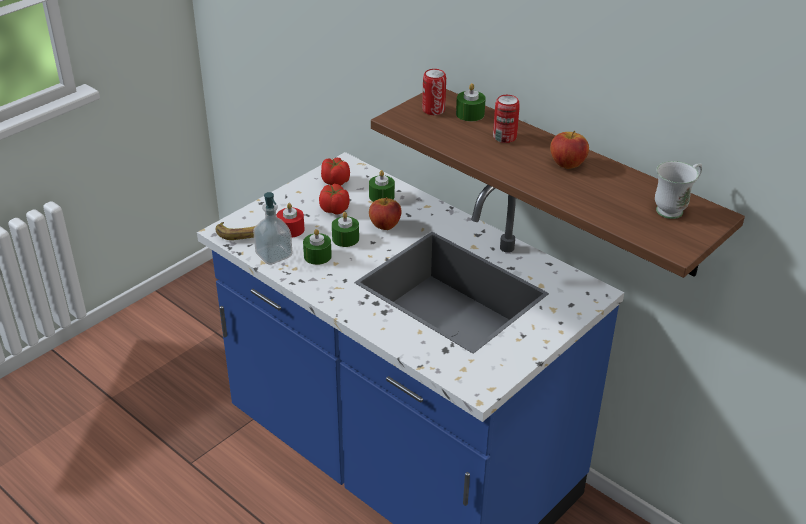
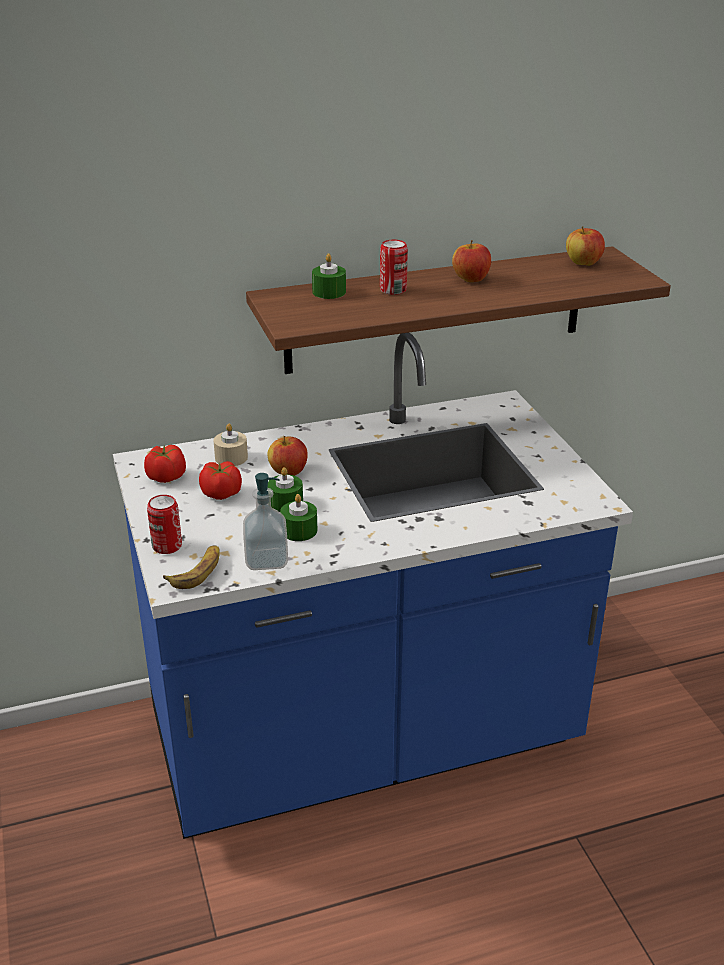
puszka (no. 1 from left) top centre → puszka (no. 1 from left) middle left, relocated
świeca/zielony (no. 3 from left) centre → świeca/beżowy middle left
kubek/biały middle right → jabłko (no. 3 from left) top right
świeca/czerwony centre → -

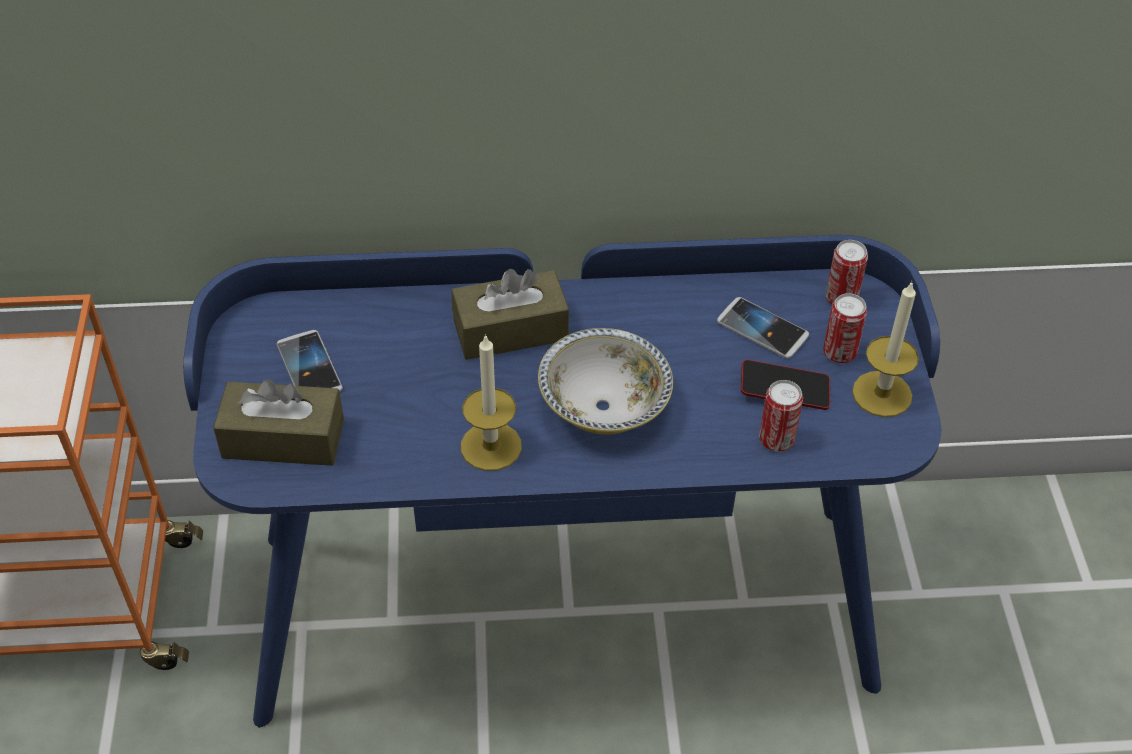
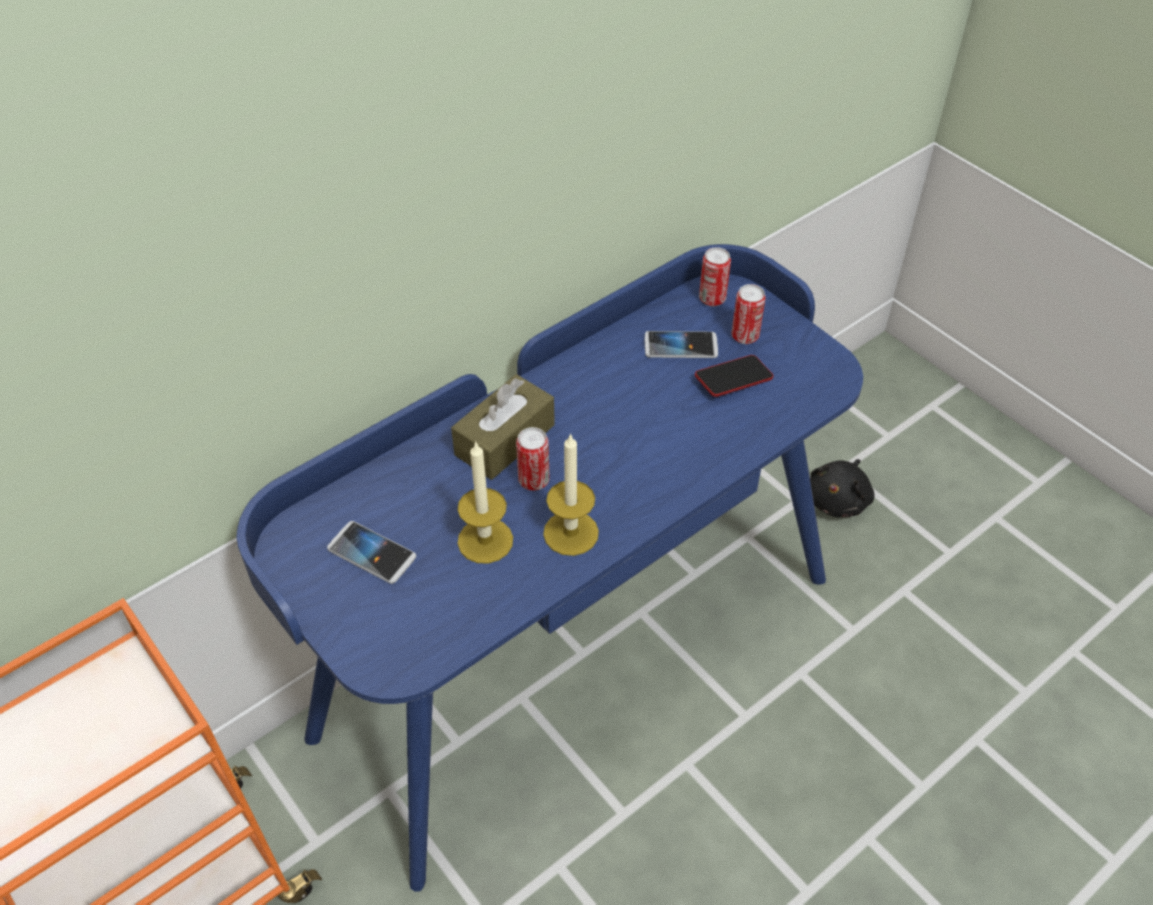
świeca (no. 2 from left in the first image) middle right → świeca (no. 1 from left) centre, relocated
puszka (no. 1 from left) middle right → puszka (no. 1 from left) centre, relocated
- → pluszak/czarny middle right
pudełko chusteczek/brązowy (no. 1 from left) middle left → -
miska centre → -

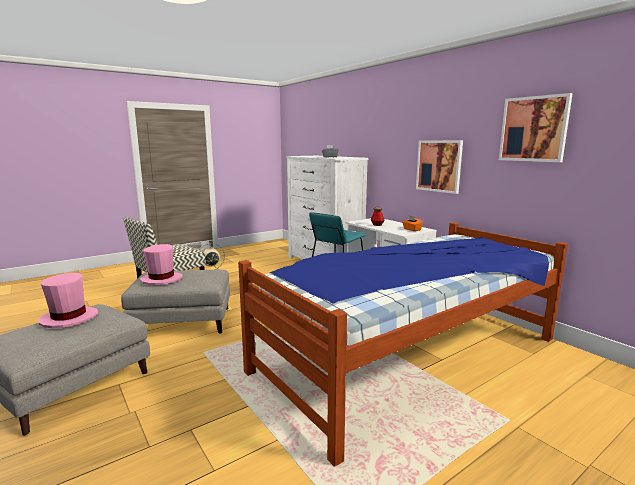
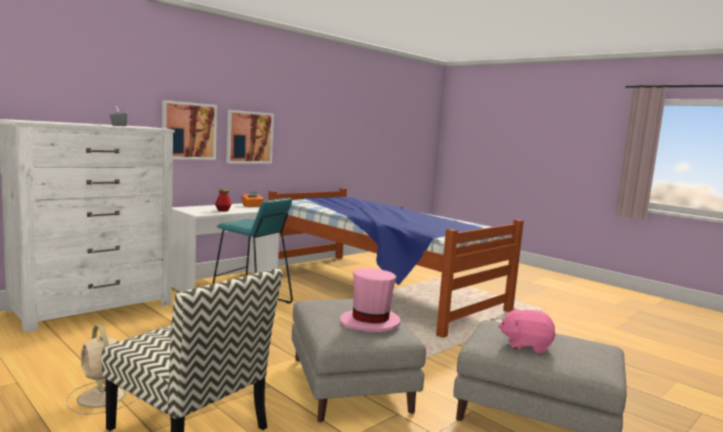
obraz (no. 2 from left in the first image) top right → obraz (no. 1 from left) top left, relocated
kapelusz/różowy (no. 1 from left) middle left → pluszak/różowy bottom right

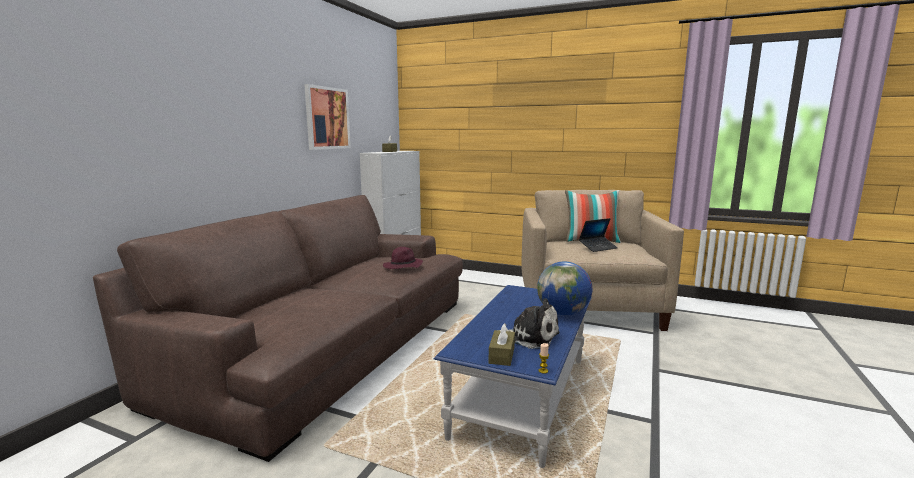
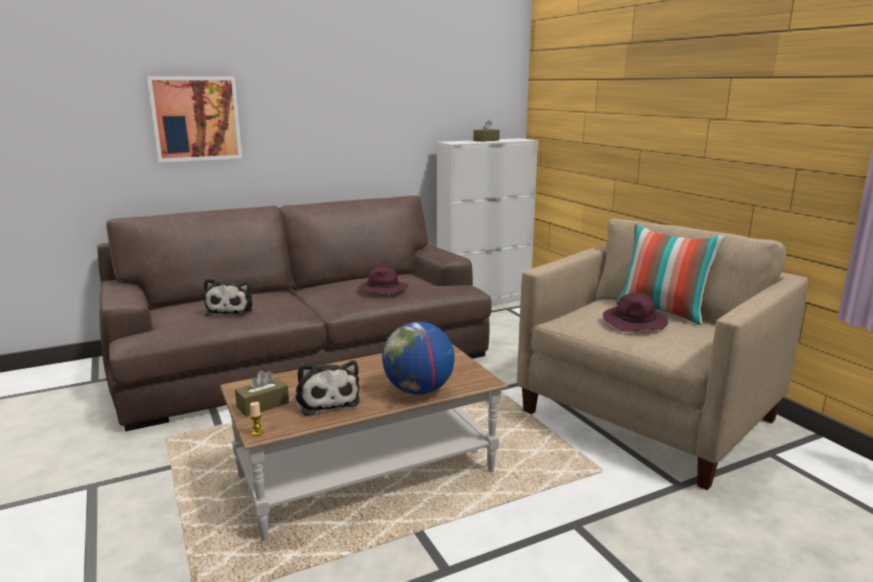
obraz top centre → obraz top left, relocated
- → pluszak (no. 1 from left) middle left
ława/niebieski bottom centre → ława/brązowy bottom centre
laptop centre → kapelusz/fioletowy (no. 2 from left) middle right

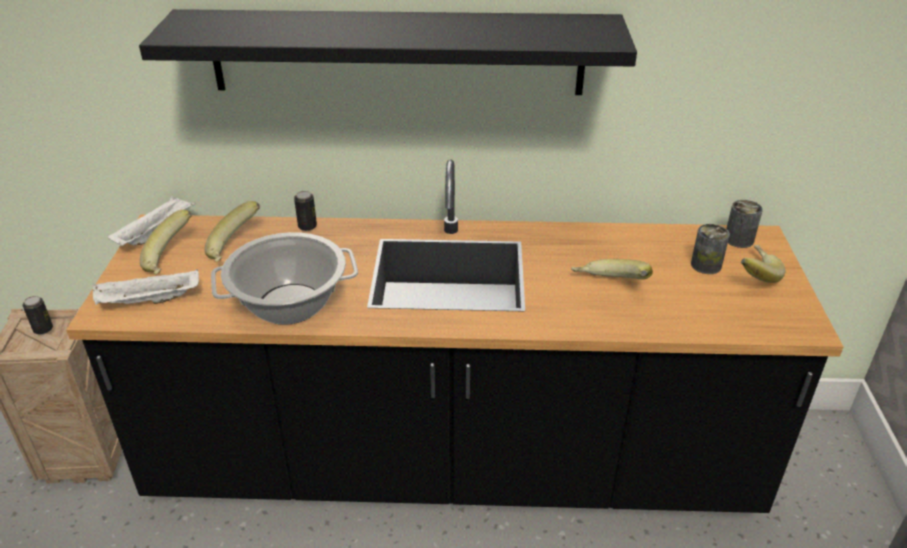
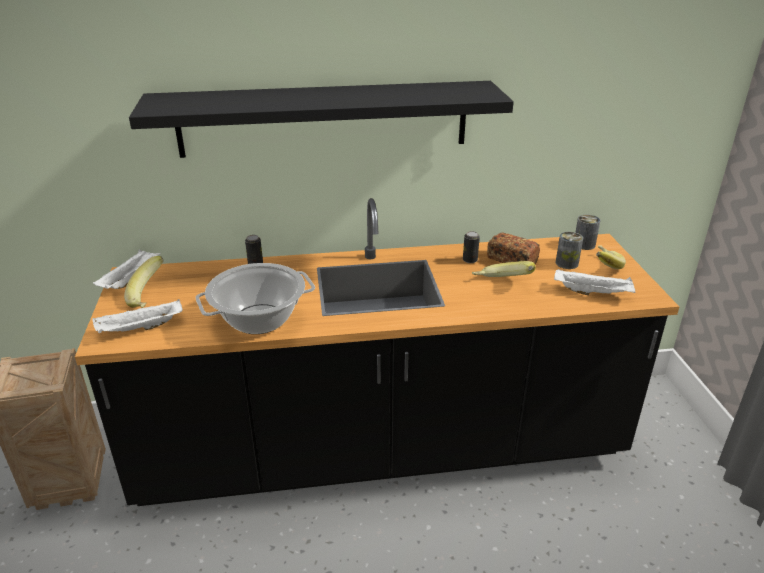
puszka (no. 1 from left in the first image) middle left → puszka (no. 2 from left) centre, relocated
- → chleb middle right
- → taca/biały (no. 3 from left) middle right
banan (no. 2 from left) middle left → -

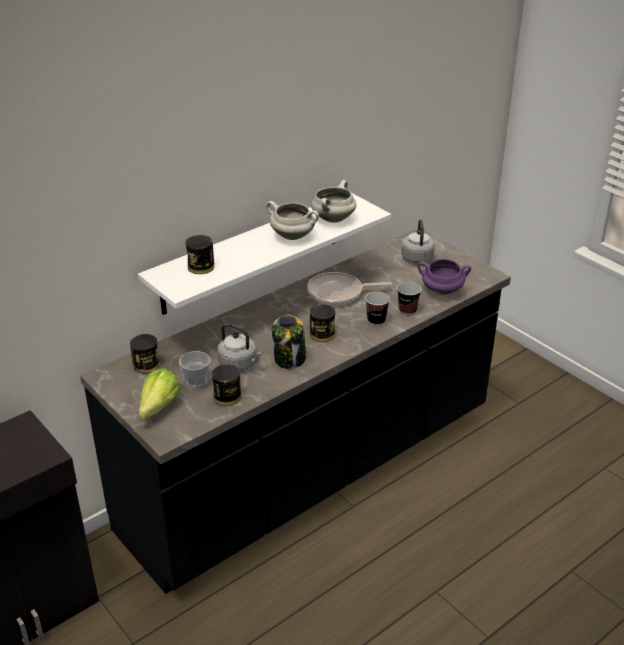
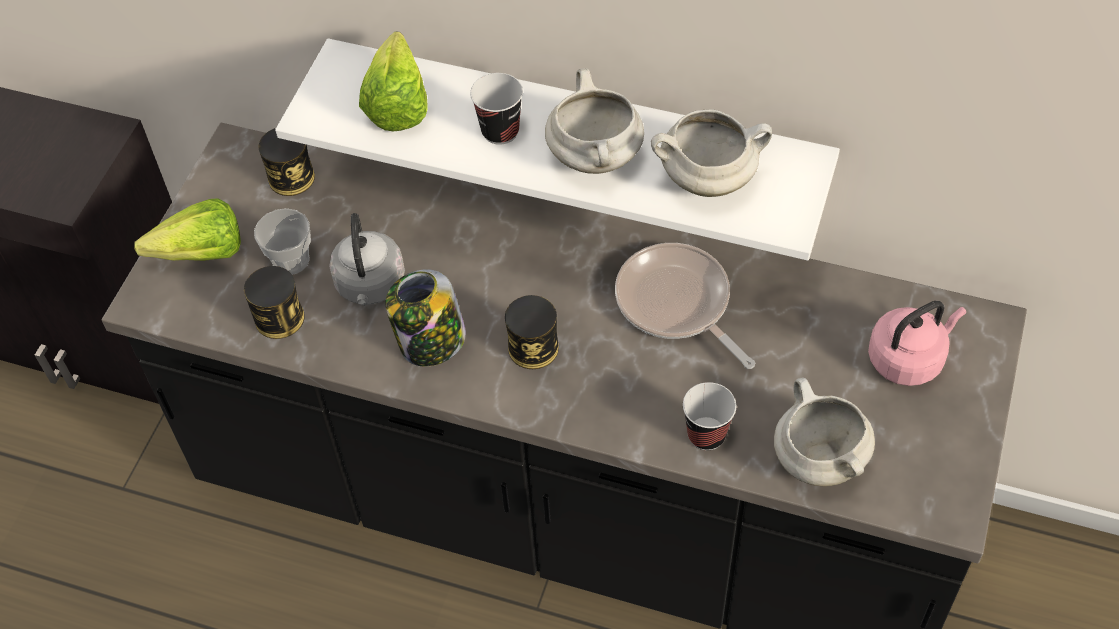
puszka (no. 2 from left) middle left → sałata (no. 2 from left) top centre
filiżanka (no. 2 from left) centre → filiżanka (no. 2 from left) top centre, relocated
garnek/fioletowy middle right → garnek/biały (no. 3 from left) bottom right
czajnik/szary (no. 2 from left) middle right → czajnik/różowy middle right

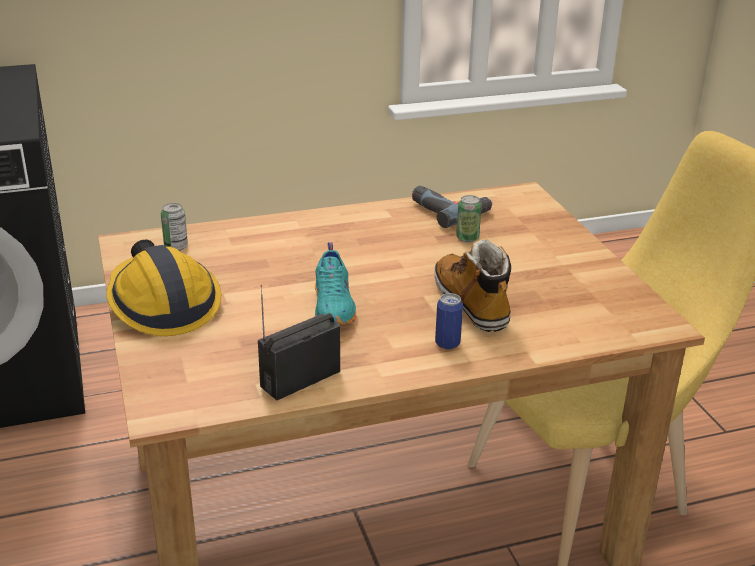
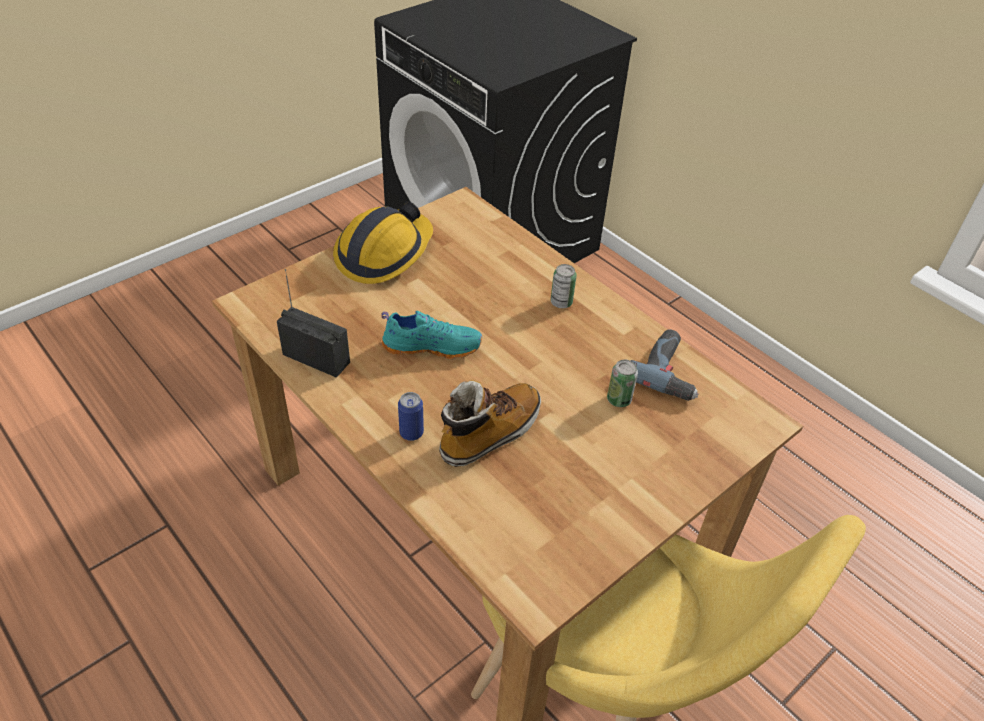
but/turkusowy centre, 150 degrees counterclockwise
puszka (no. 1 from left in the first image) middle left → puszka (no. 2 from left) centre, relocated

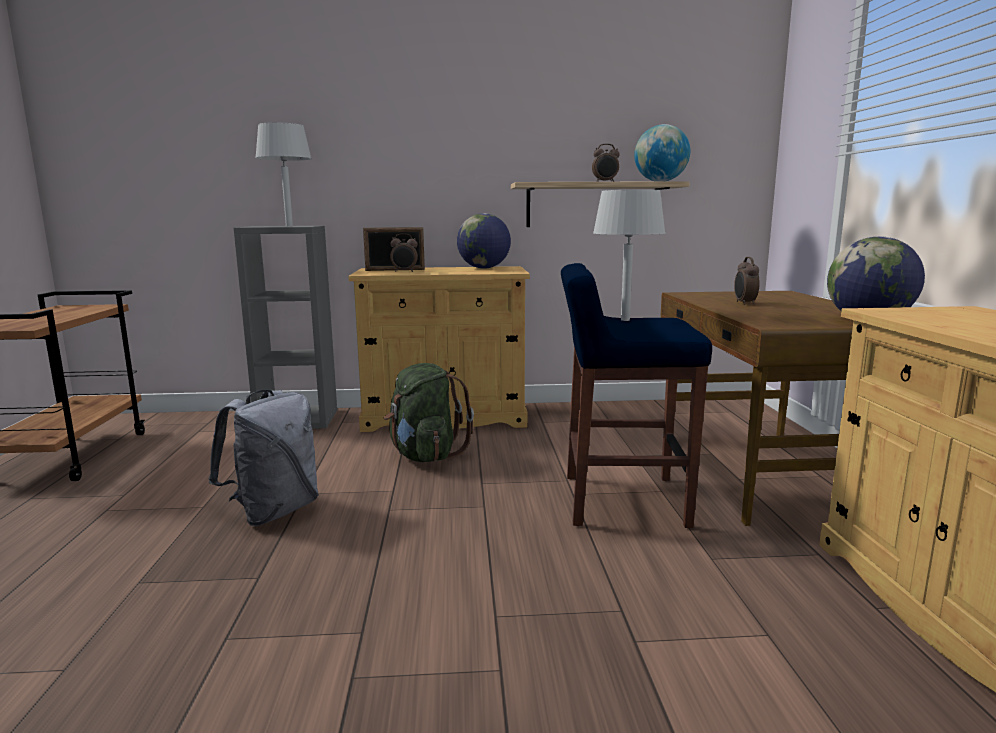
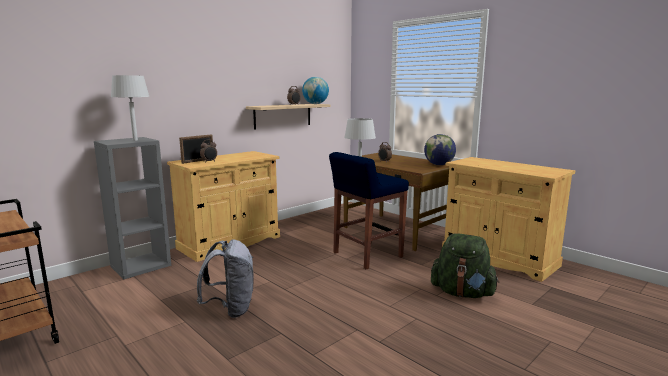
plecak/zielony centre → plecak/zielony bottom right, relocated
globus (no. 1 from left) top centre → -

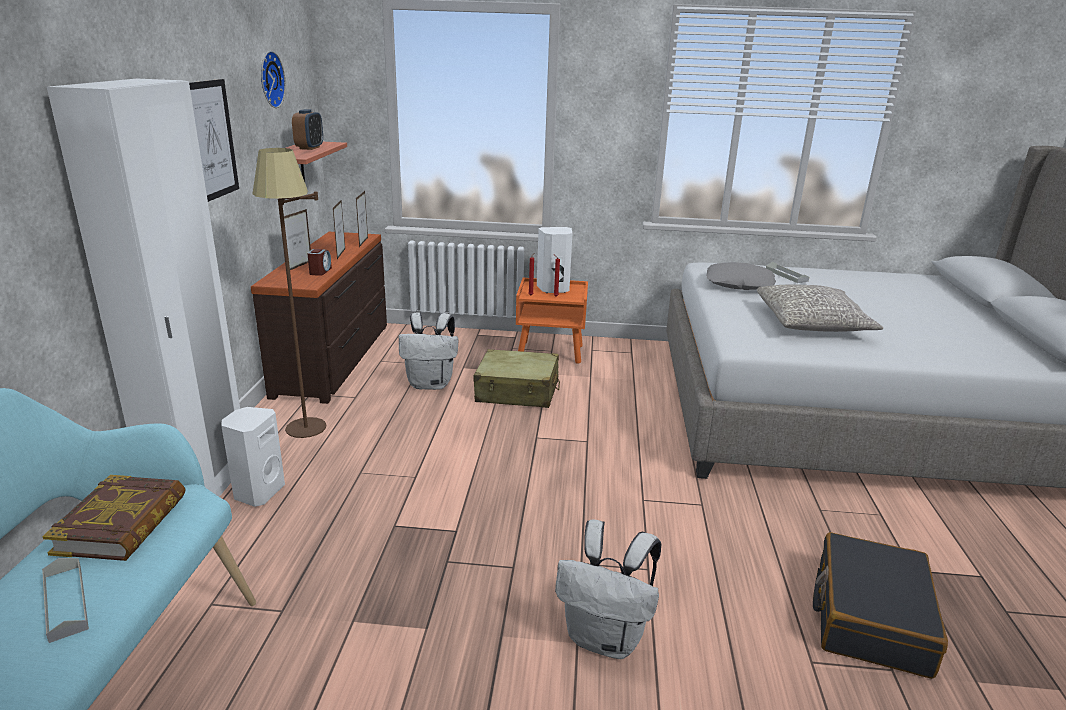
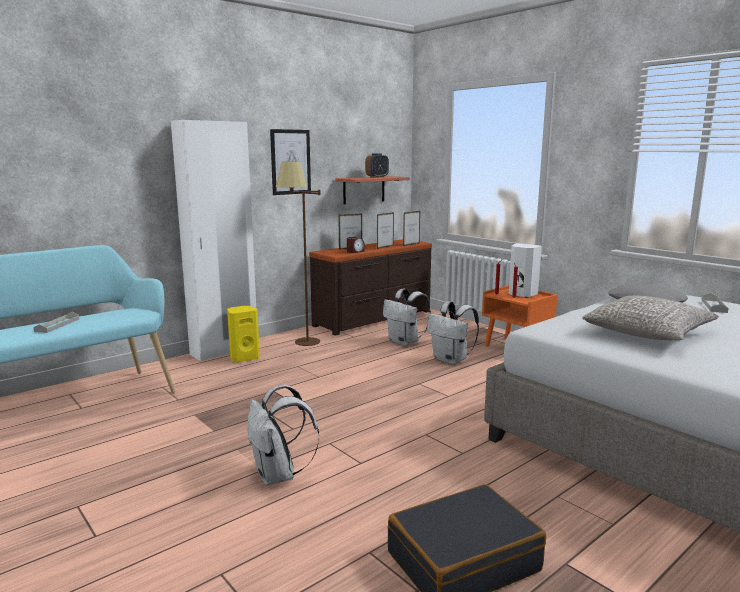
głośnik/biały (no. 1 from left) middle left → głośnik/żółty middle left
walizka/beżowy centre → plecak/biały (no. 3 from left) centre
książka bottom left → -
zegar ścienny top left → -

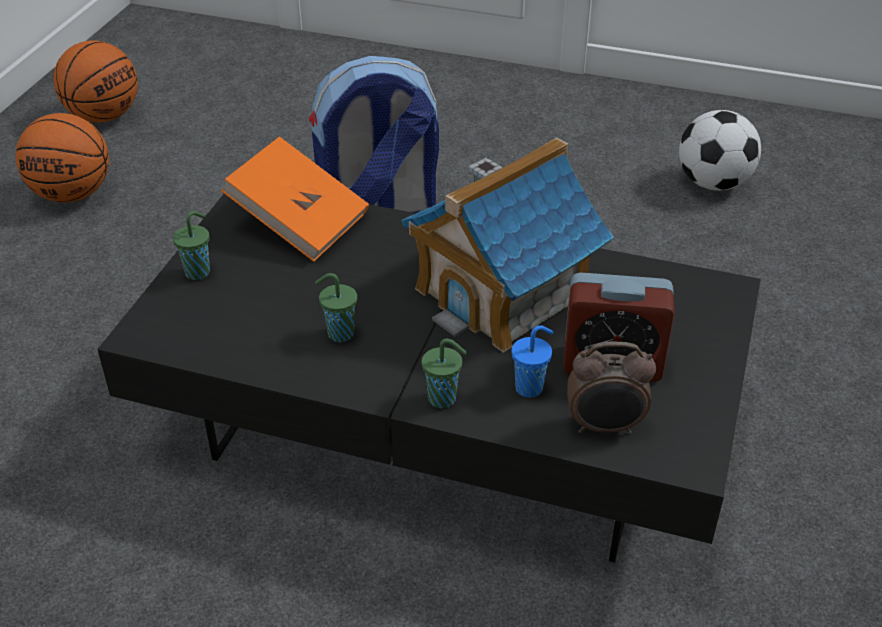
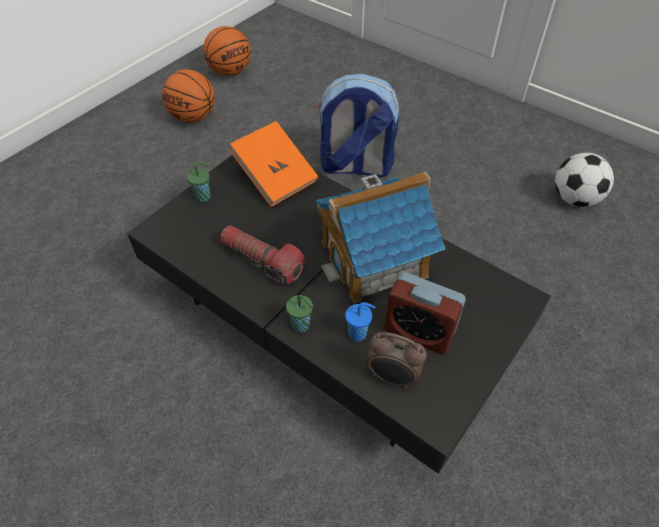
filiżanka/zielony (no. 2 from left) centre → latarka centre

